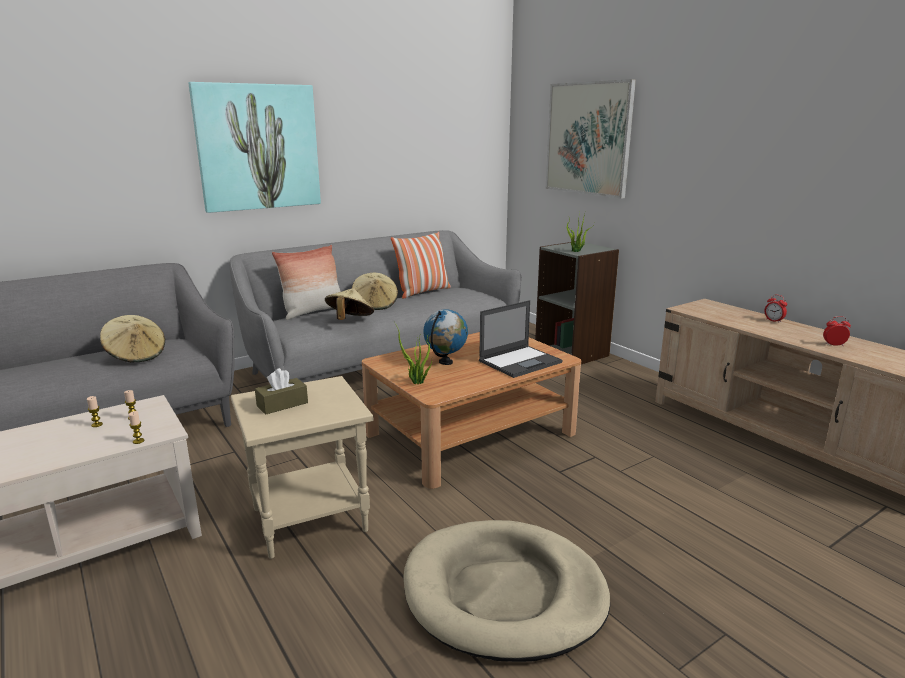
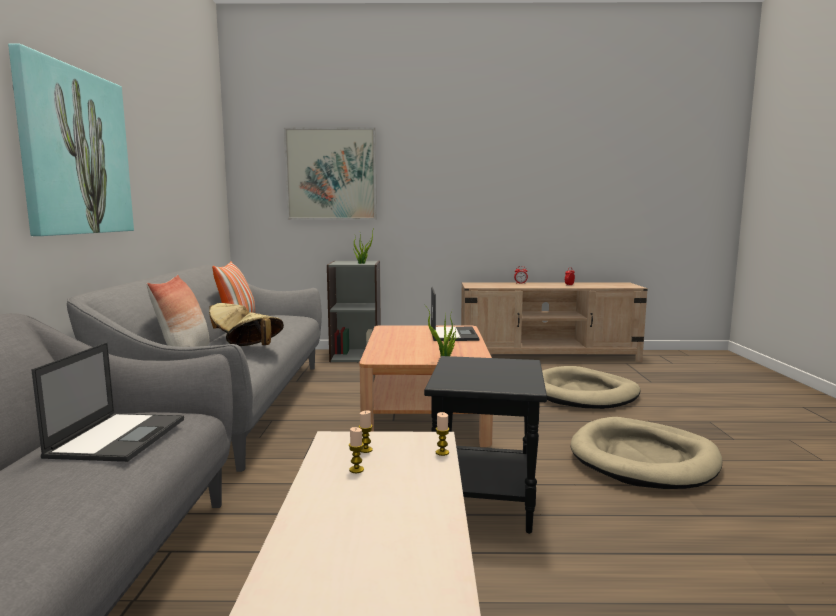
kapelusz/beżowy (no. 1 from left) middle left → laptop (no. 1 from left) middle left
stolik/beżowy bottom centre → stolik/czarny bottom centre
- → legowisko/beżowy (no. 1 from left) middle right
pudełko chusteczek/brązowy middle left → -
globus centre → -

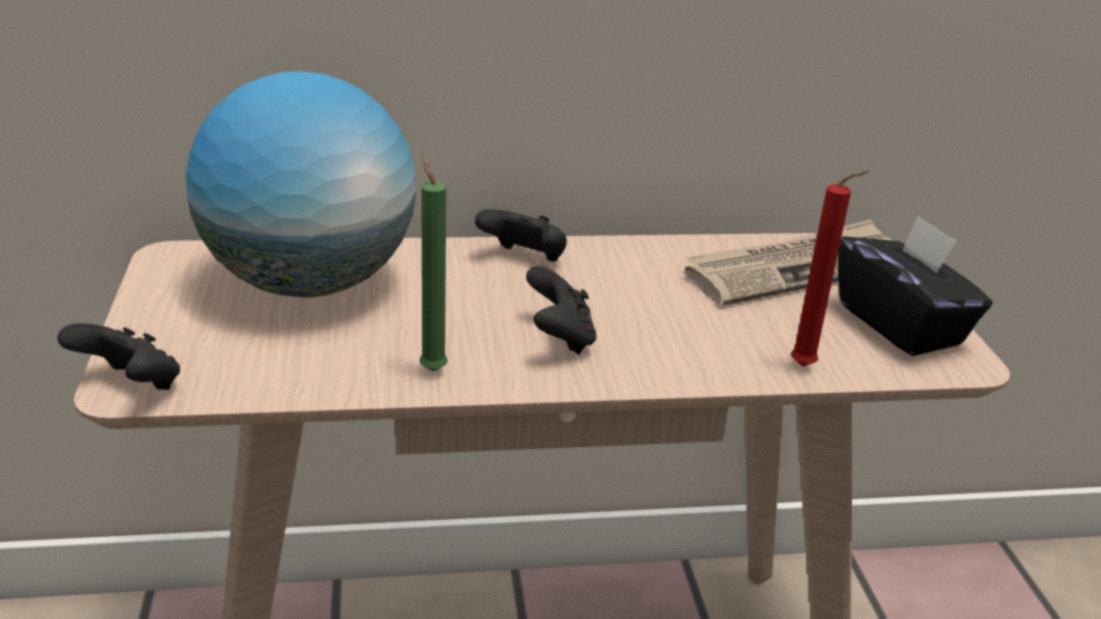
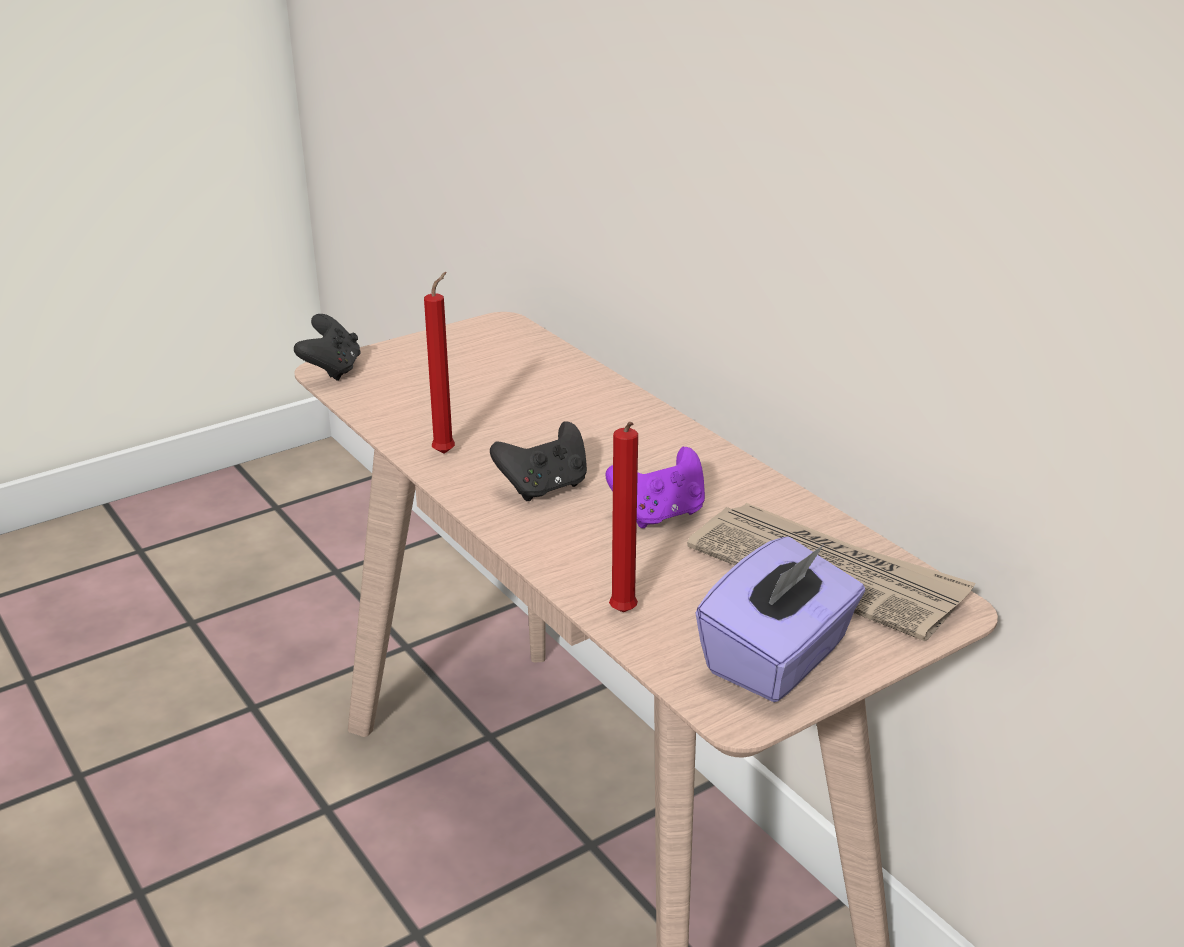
świeca/zielony centre → świeca/czerwony (no. 1 from left) centre
- → pad do gier/fioletowy centre
pudełko chusteczek/czarny middle right → pudełko chusteczek/fioletowy centre
globus top left → -
pad do gier/czarny (no. 2 from left) centre → -

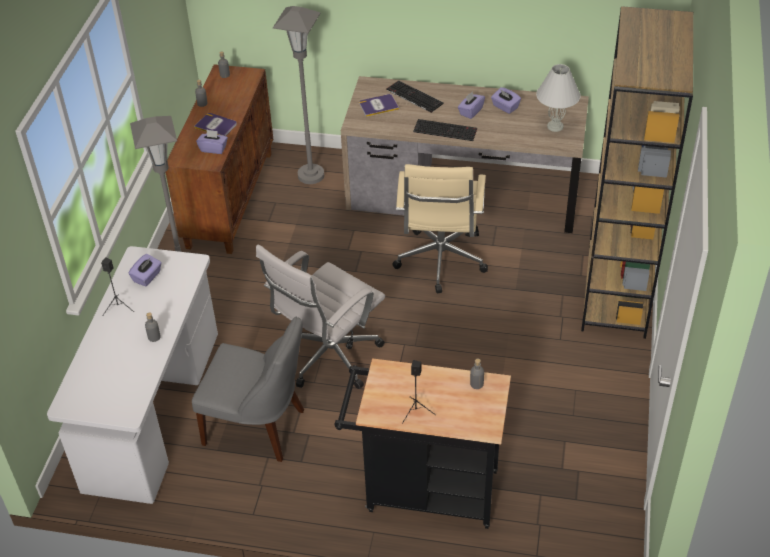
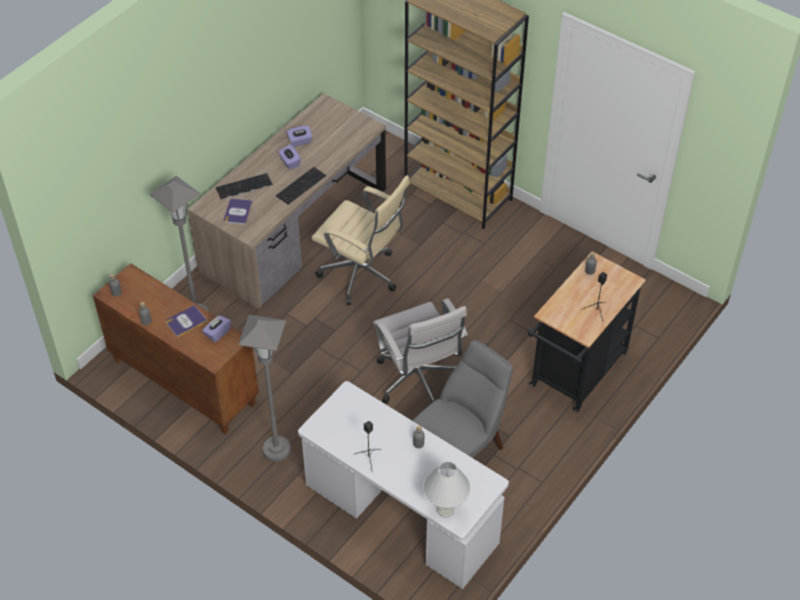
lampa stołowa/biały top right → lampa stołowa/biały bottom centre, relocated
pudełko chusteczek/fioletowy (no. 1 from left) middle left → -

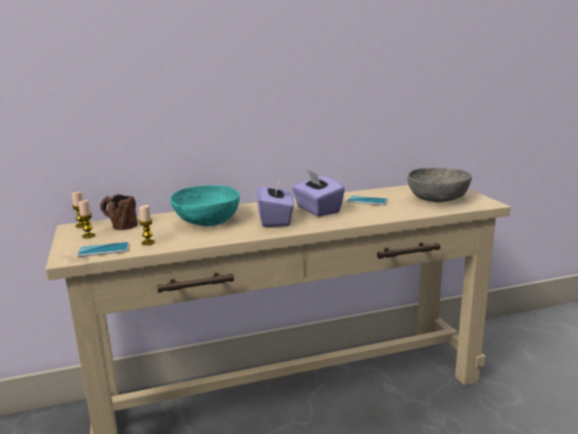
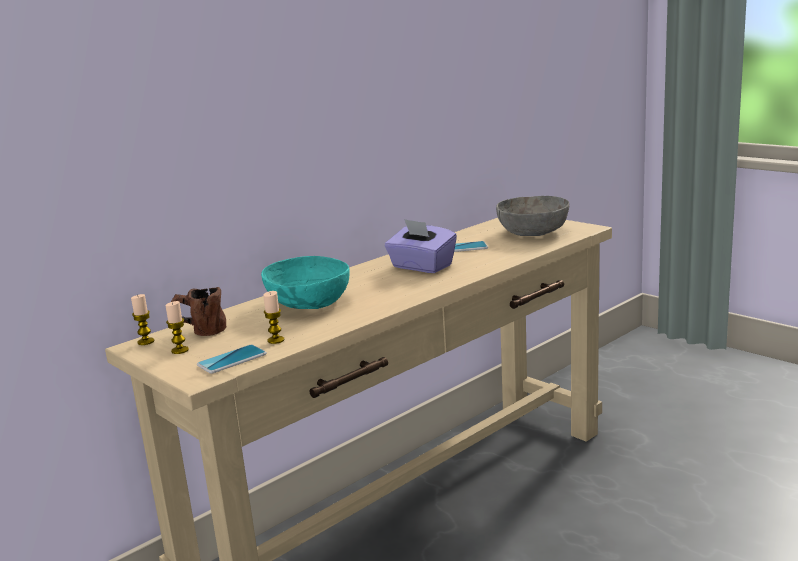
pudełko chusteczek/fioletowy (no. 1 from left) centre → -

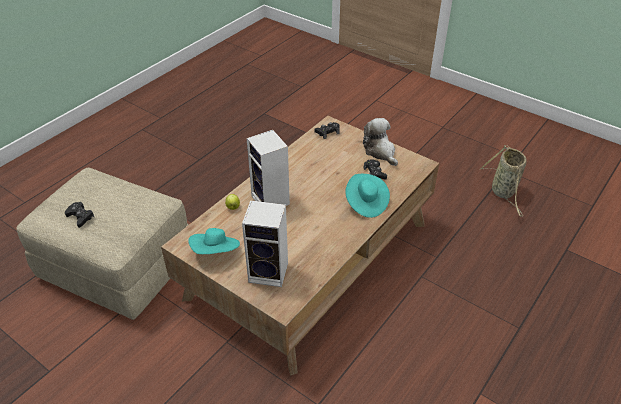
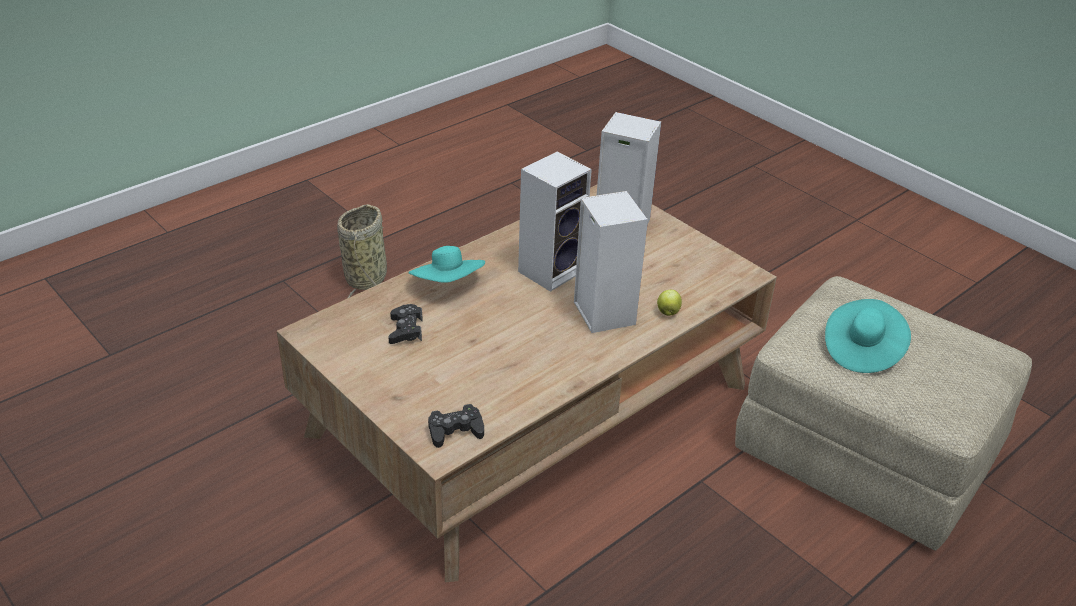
koszyk middle right → koszyk centre, relocated
- → głośnik (no. 1 from left) centre
kapelusz/turkusowy (no. 1 from left in the first image) centre → kapelusz/turkusowy (no. 2 from left) middle right, relocated
pad do gier/czarny (no. 1 from left) middle left → -
pluszak centre → -

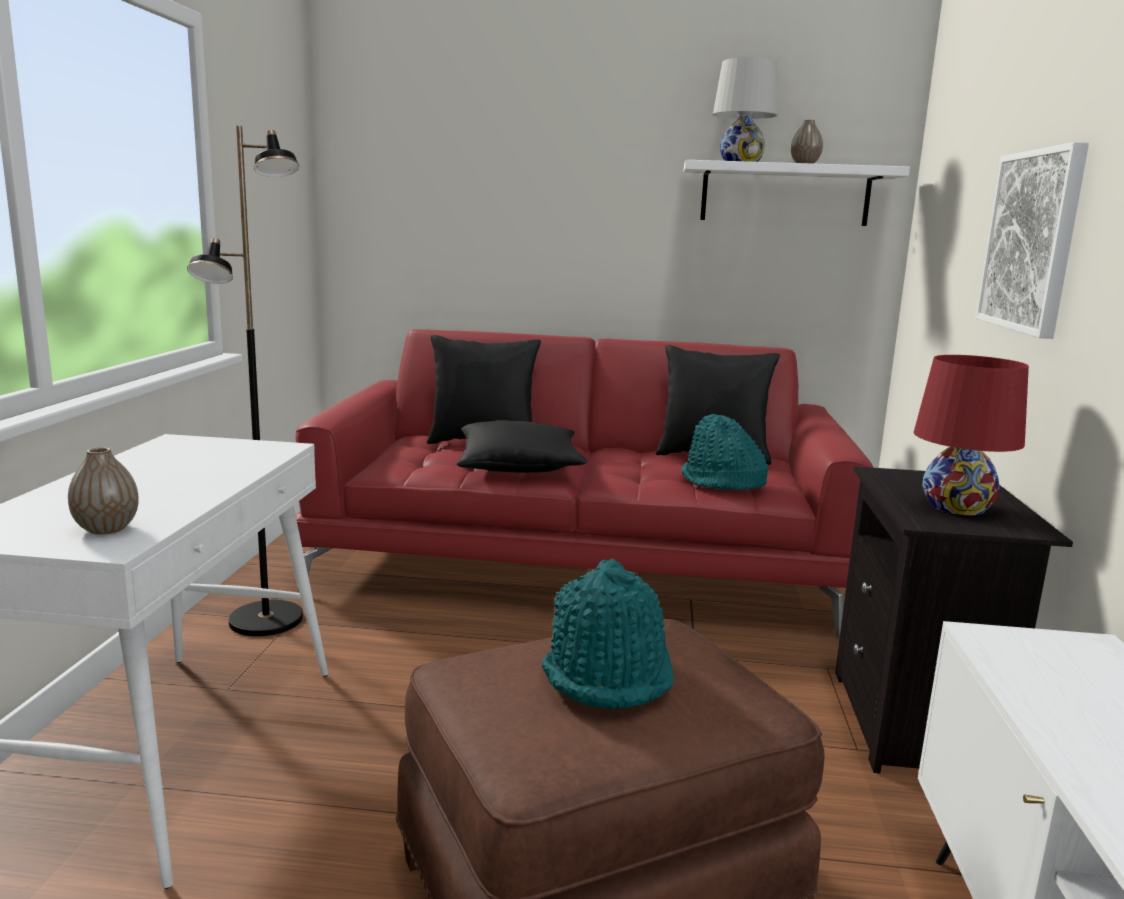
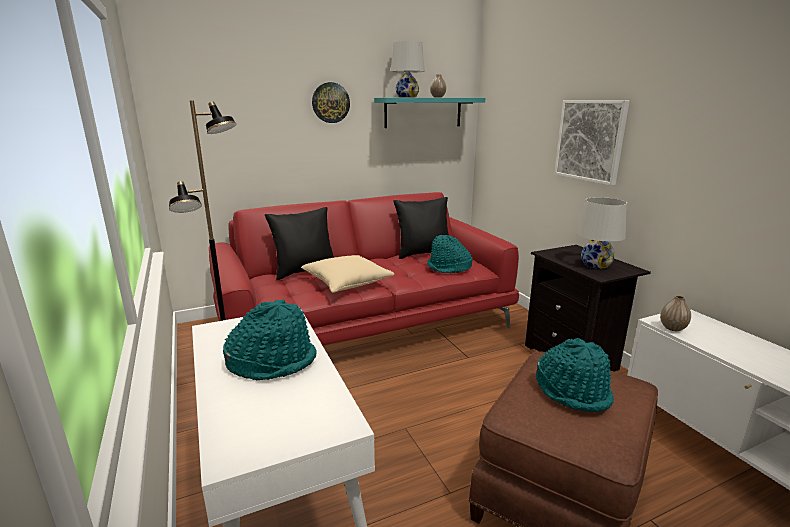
- → kapelusz/turkusowy (no. 1 from left) centre
poduszka/czarny (no. 2 from left) centre → poduszka/beżowy centre
- → zegar ścienny top centre
półka/biały top right → półka/turkusowy top centre
lampa stołowa/czerwony middle right → lampa stołowa/biały (no. 2 from left) middle right
wazon (no. 1 from left in the first image) middle left → wazon (no. 2 from left) middle right, relocated

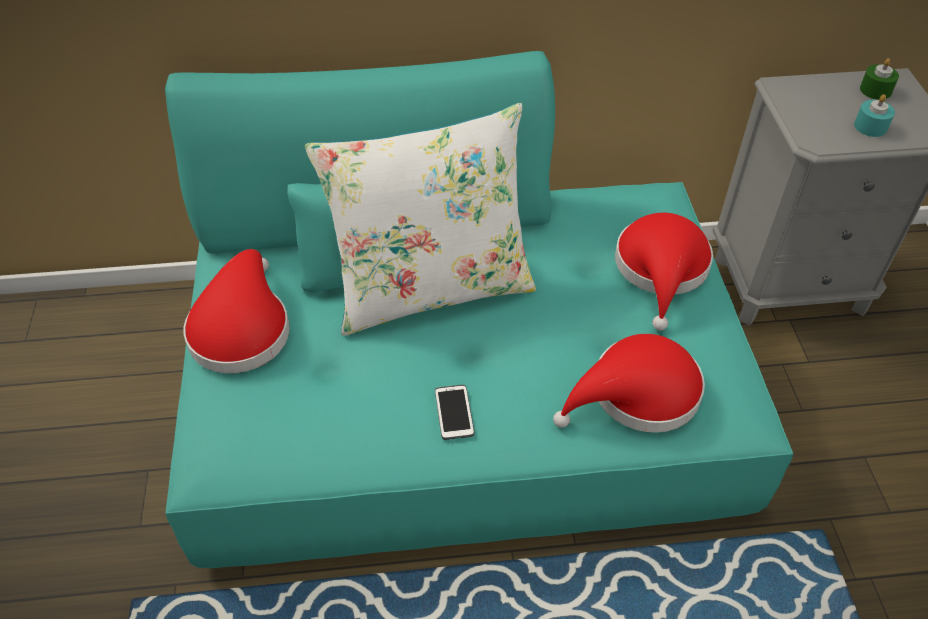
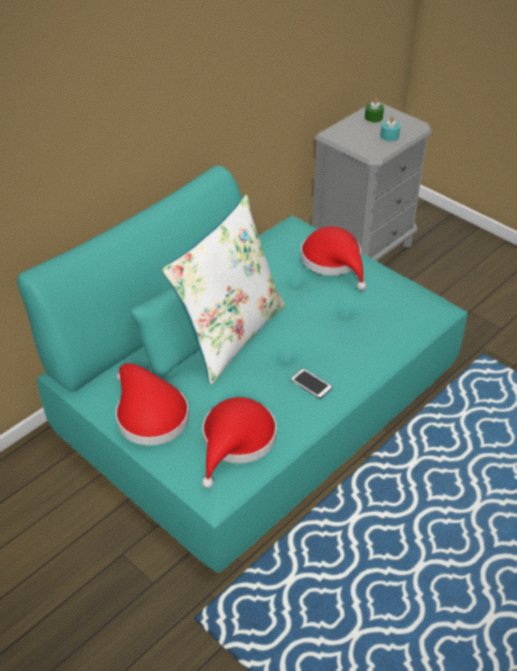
kapelusz/czerwony (no. 2 from left) middle right → kapelusz/czerwony (no. 2 from left) centre, relocated

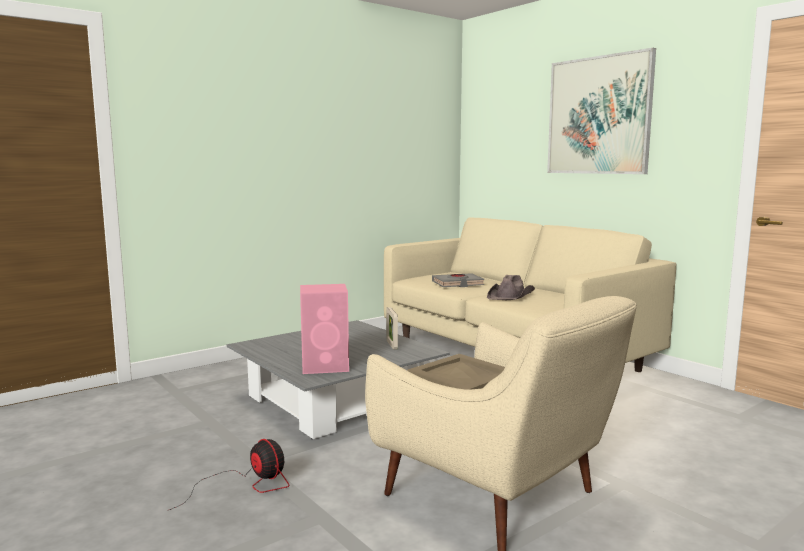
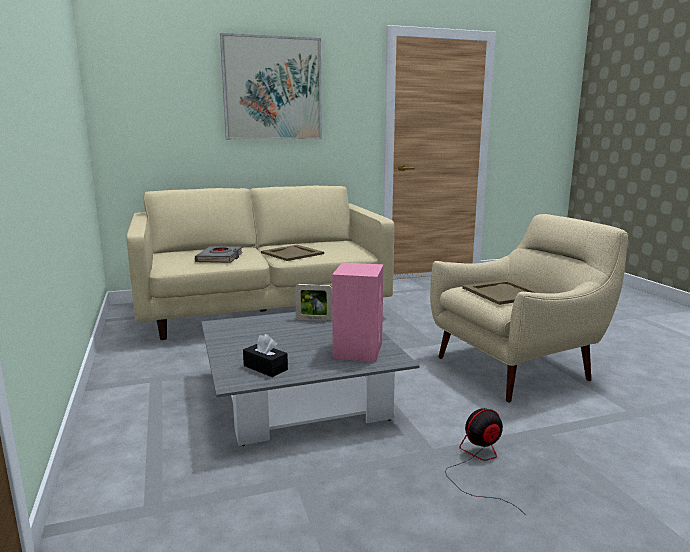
- → pudełko chusteczek/czarny centre
kapelusz/brązowy centre → taca/beżowy (no. 1 from left) centre

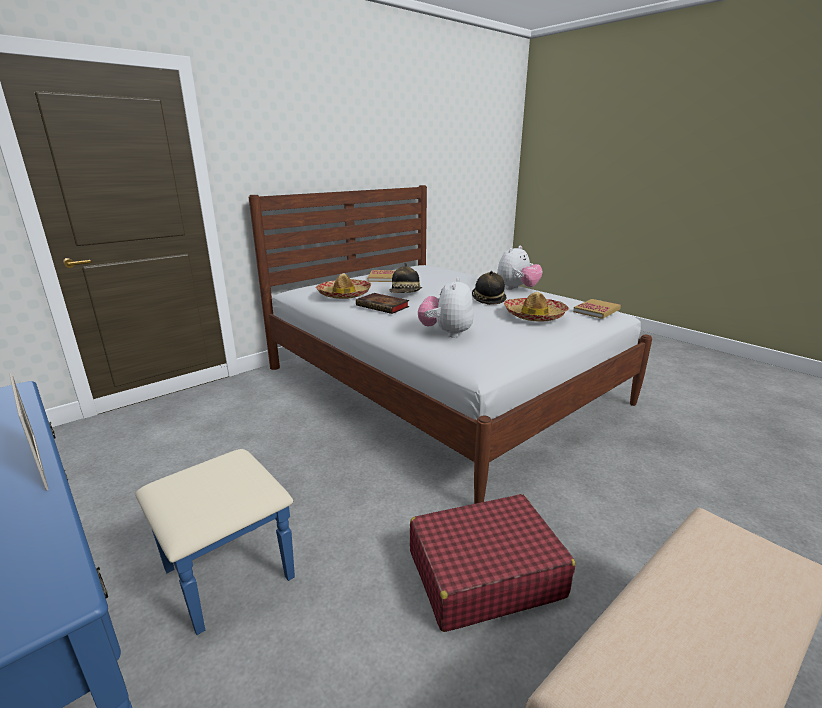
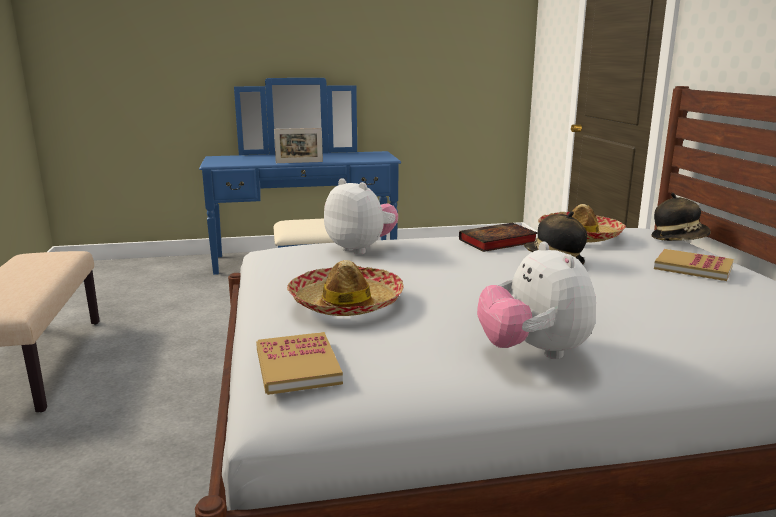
kapelusz (no. 3 from left in the first image) centre → kapelusz (no. 4 from left) middle right, relocated
walizka/czerwony bottom centre → -

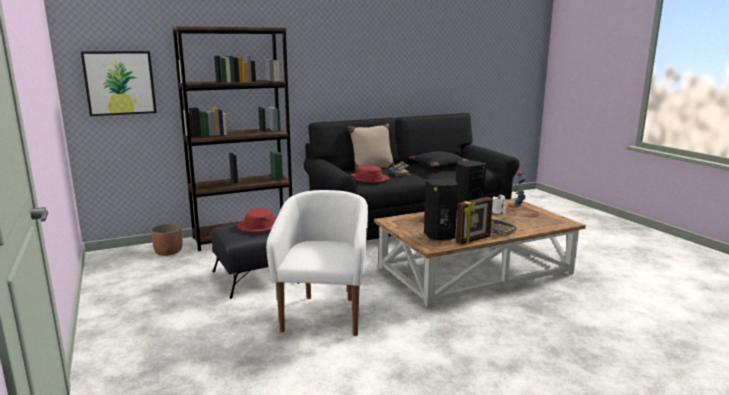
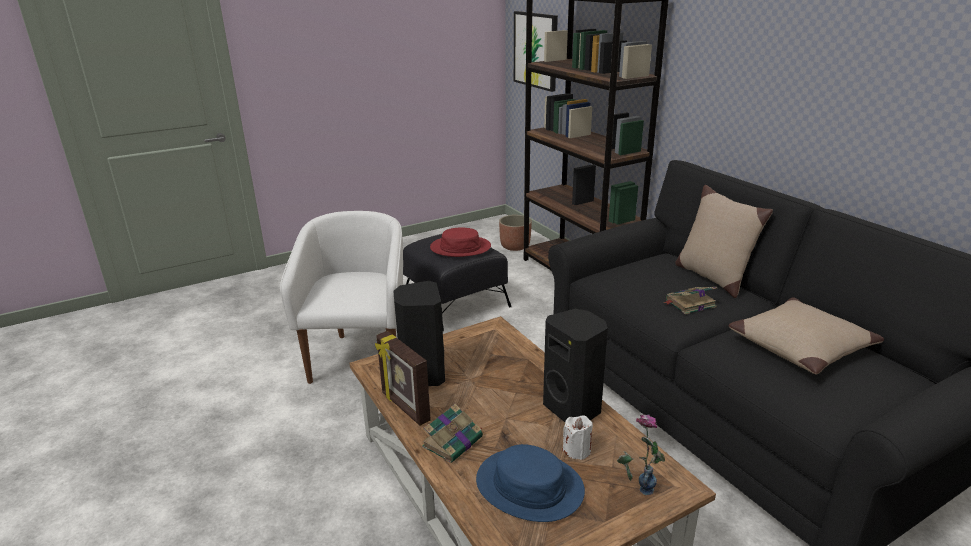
fotel/biały centre, 90 degrees counterclockwise
- → kapelusz/niebieski bottom centre
poduszka/czarny centre → poduszka/beżowy (no. 2 from left) middle right
kapelusz/czerwony (no. 2 from left) centre → -

